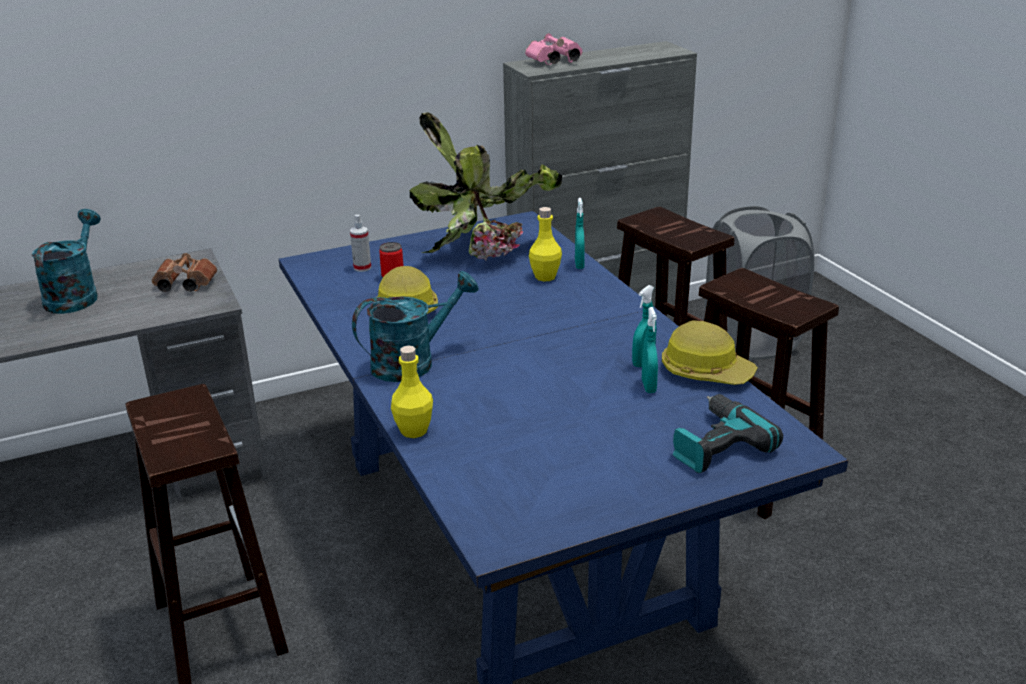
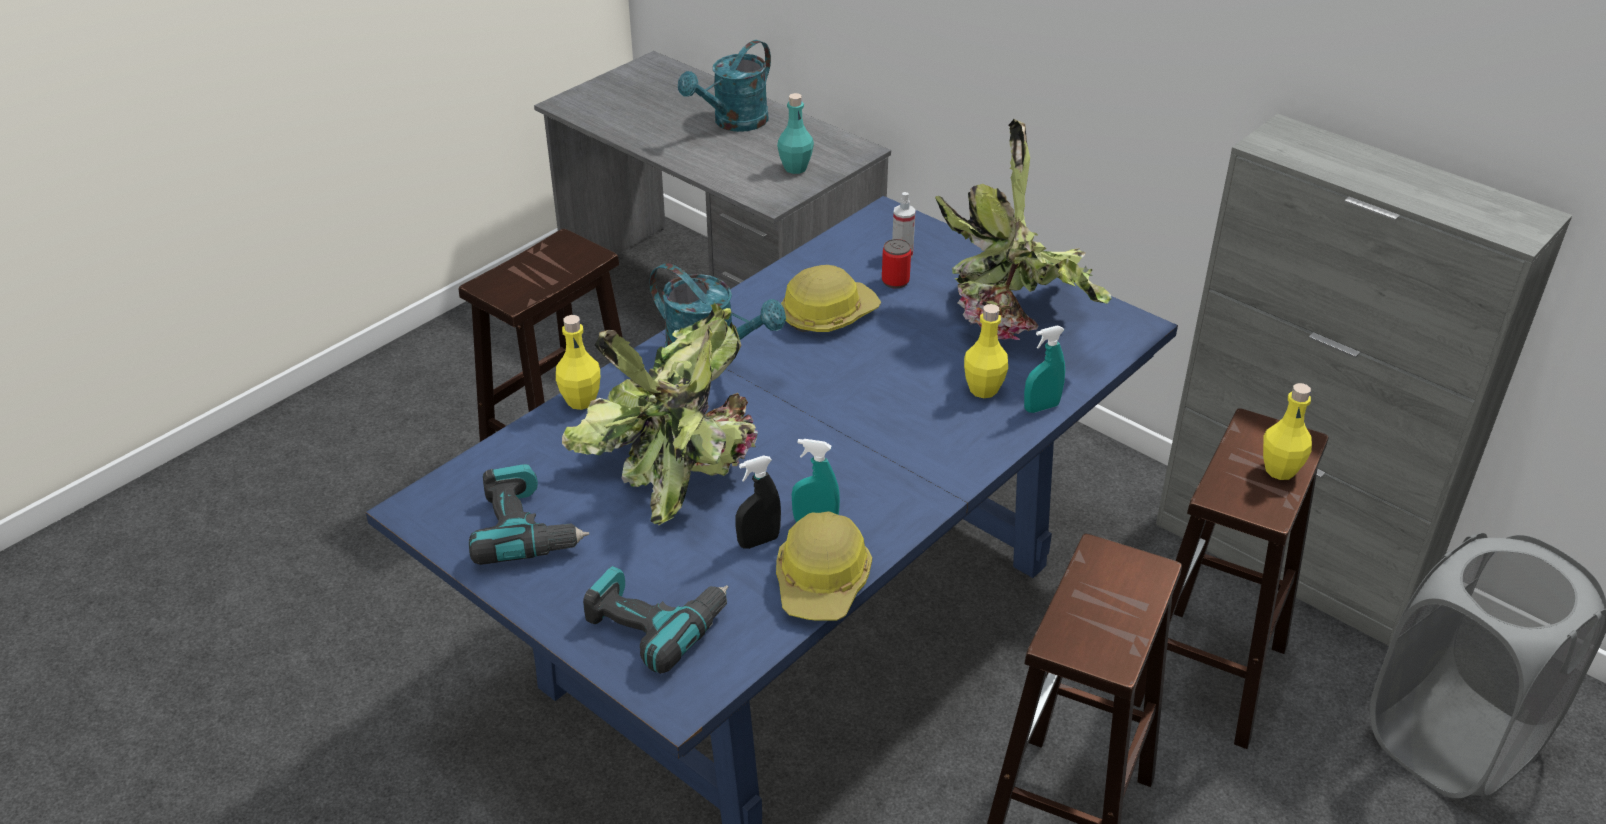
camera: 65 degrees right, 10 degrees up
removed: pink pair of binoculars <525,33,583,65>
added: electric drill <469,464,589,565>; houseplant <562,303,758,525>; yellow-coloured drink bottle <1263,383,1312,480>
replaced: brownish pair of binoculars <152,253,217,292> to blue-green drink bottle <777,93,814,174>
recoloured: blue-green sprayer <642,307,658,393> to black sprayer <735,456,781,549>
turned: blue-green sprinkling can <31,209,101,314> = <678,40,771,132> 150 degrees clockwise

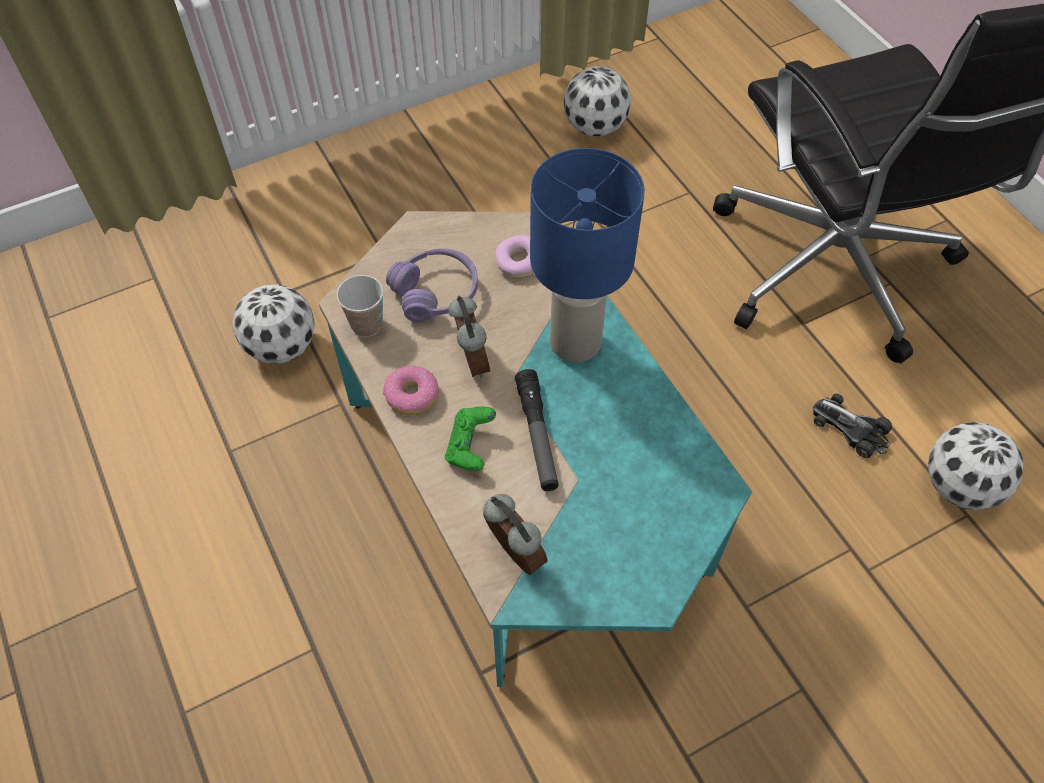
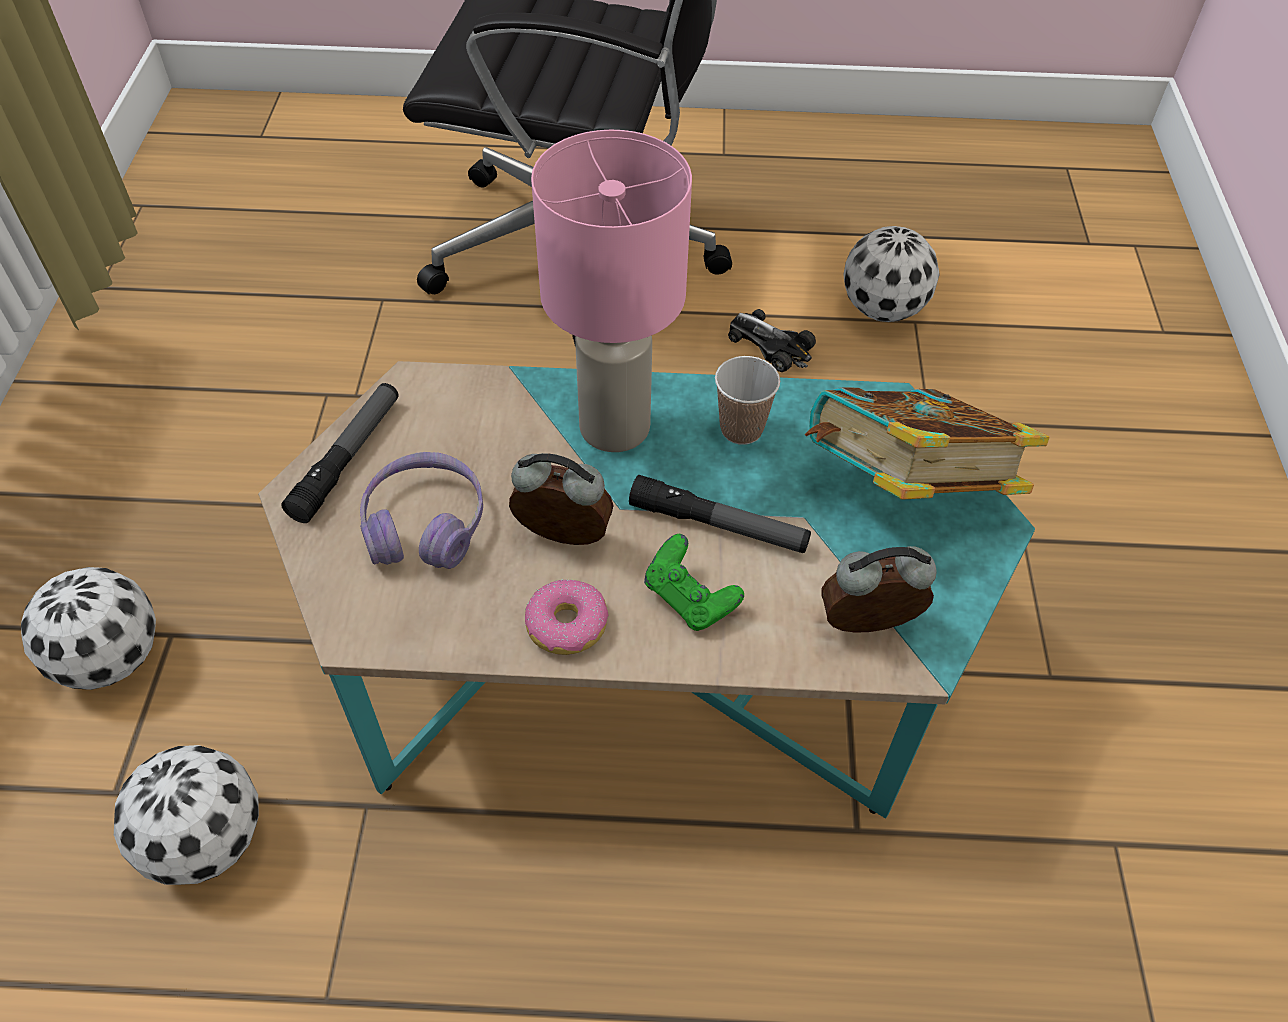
camera: 60 degrees left, 5 degrees down
removed: donut <495,235,534,278>
added: flashlight <281,383,398,523>; book <805,387,1050,500>
moved: small cup <337,275,383,337> to <715,356,780,444>; ball for football <564,66,631,137> to <21,567,156,690>
recoloured: blue-coloured tabletop lamp <530,148,645,363> to pink tabletop lamp <531,130,692,452>
turned: model car <813,394,892,458> = <728,309,816,372> 60 degrees clockwise

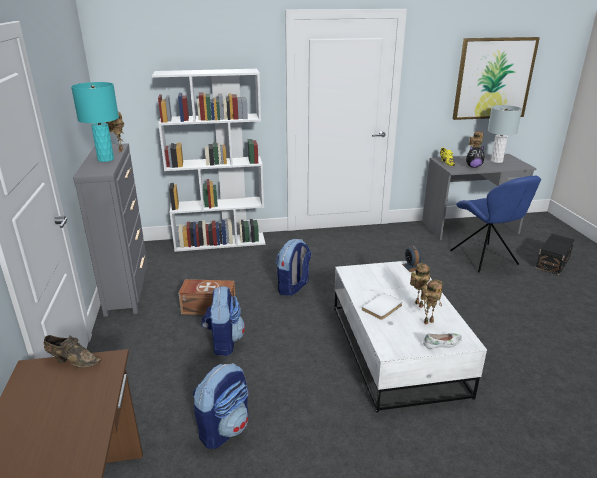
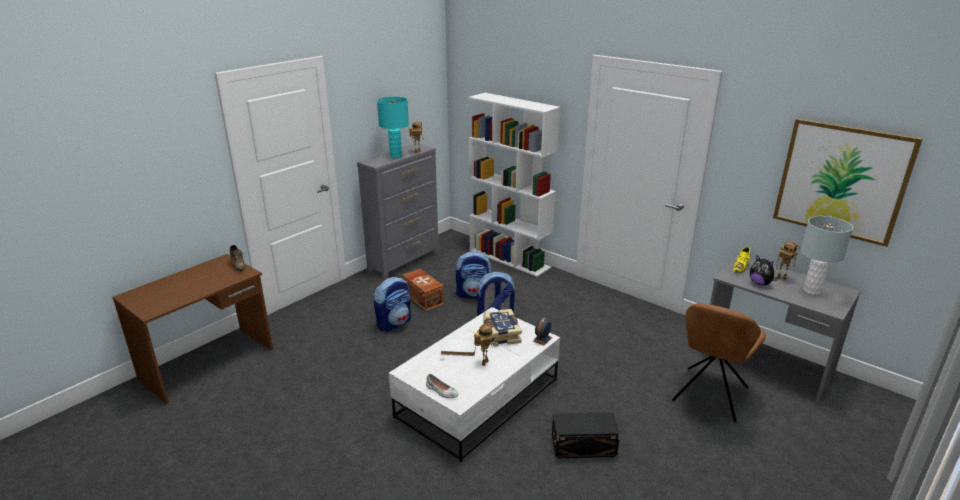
camera: 50 degrees right, 0 degrees up
removed: robot figure <421,279,443,325>
added: book <483,309,522,346>
moved: backpack <193,363,249,449> to <456,251,492,298>; black storage bin <536,234,575,275> to <552,412,620,458>
recoloured: blue-coloured plain chair <450,176,541,272> to brownish plain chair <672,303,766,422>

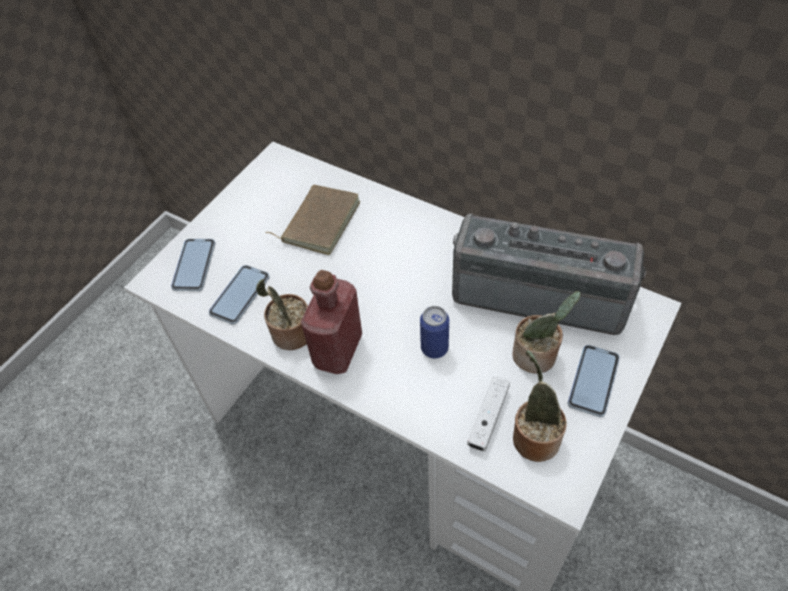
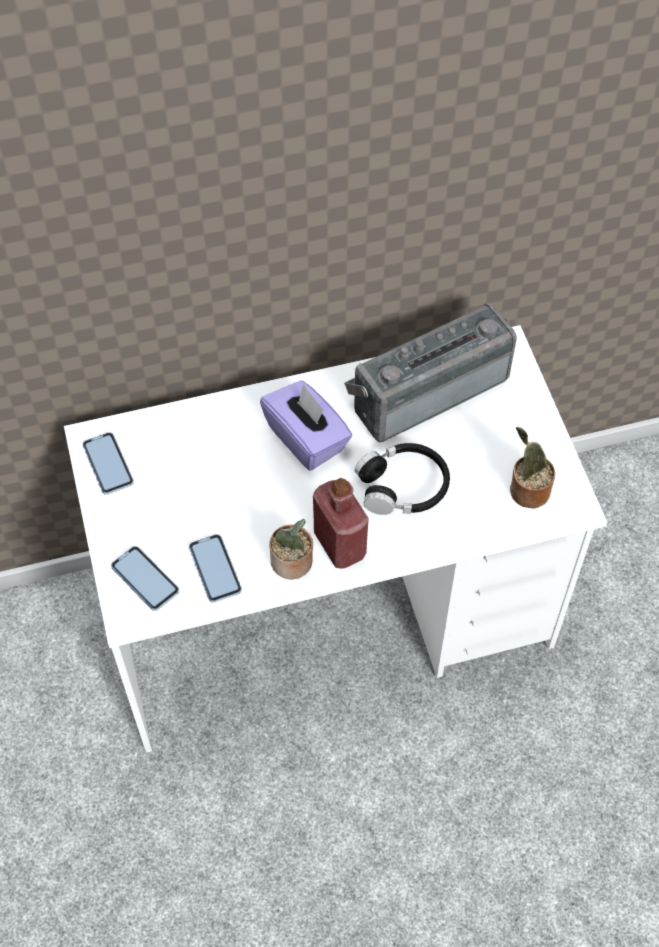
camera: 50 degrees left, 5 degrees up
removed: brownish book <266,185,360,255>; white-coloured gamepad <467,377,510,451>; houseplant <512,291,581,374>
added: purplish tissue holder <260,380,352,471>
moved: handset <568,345,620,417> to <82,432,134,495>
replaced: metal can <420,306,449,358> to black pair of headphones <355,443,450,515>

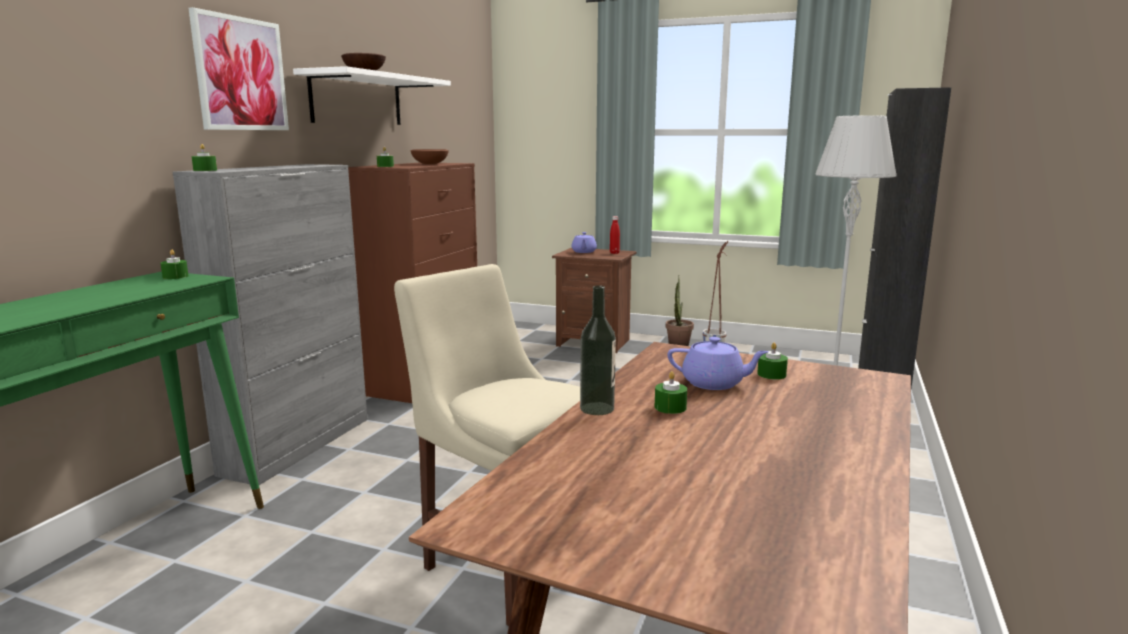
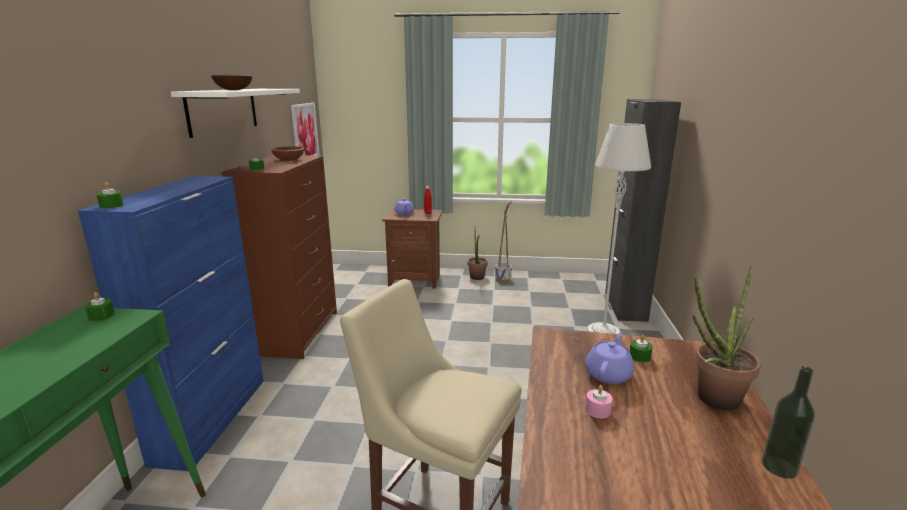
camera: 15 degrees left, 5 degrees up
added: houseplant <693,262,761,411>
moved: picture <188,7,289,130> to <291,103,319,156>; drink bottle <580,285,616,415> to <762,366,815,479>
recoloured: gray storage cabinet <173,164,368,485> to blue-coloured storage cabinet <78,176,264,471>; green-coloured wax candle <655,371,687,414> to pink wax candle <585,385,613,418>
turned: purplish tea pot <668,337,769,390> = <585,333,634,384> 60 degrees counterclockwise

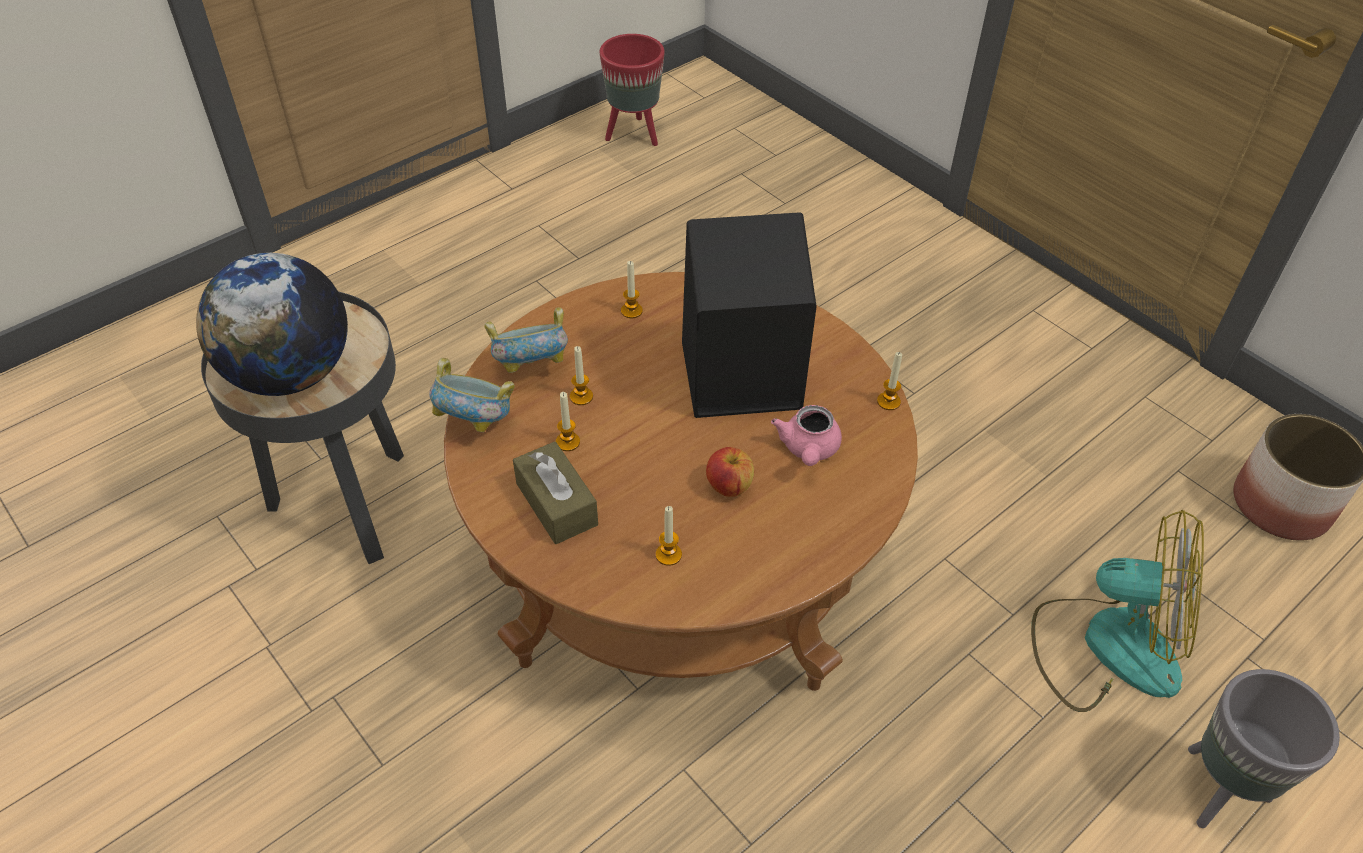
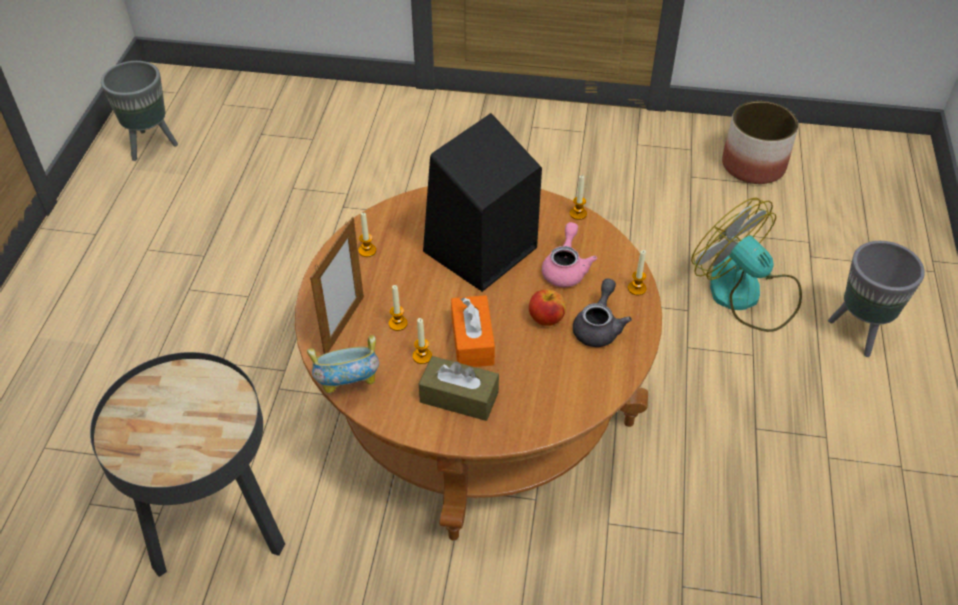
camera: 40 degrees left, 0 degrees up
removed: world globe <196,253,348,396>
added: orangey tissue holder <451,295,495,367>; gray tea pot <573,278,632,347>
moved: wax candle <656,506,682,566> to <628,250,646,296>
replaced: deep dish <484,307,568,373> to picture frame <310,217,364,354>
recoloured: reddish flower pot <600,34,665,146> to gray flower pot <101,61,178,161>
turned: pink tea pot <771,405,842,466> = <542,222,597,287> 135 degrees counterclockwise; cooling fan <1031,510,1204,712> = <691,197,802,332> 105 degrees counterclockwise

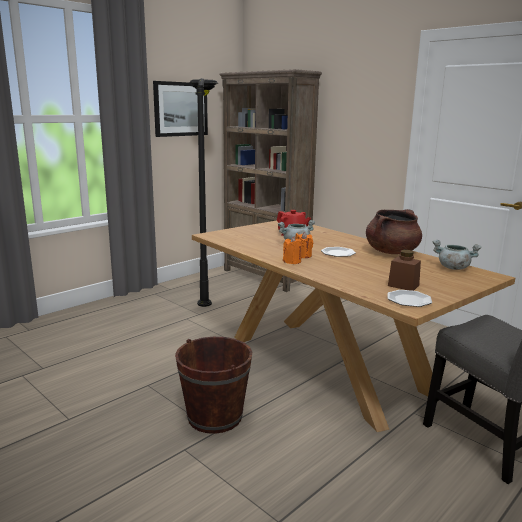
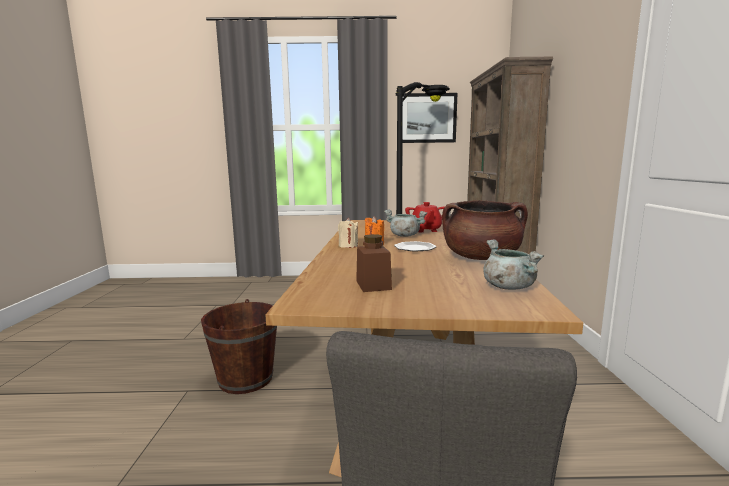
camera: 45 degrees right, 5 degrees down
removed: plate <387,290,432,307>
recoloured: orangey wax candle <283,236,303,264> to sand-coloured wax candle <338,218,358,248>

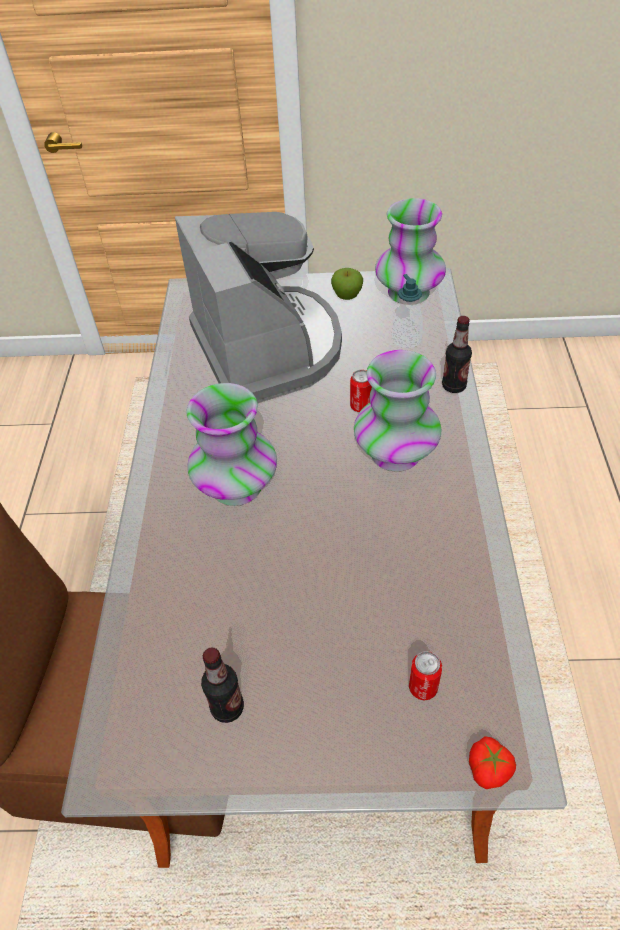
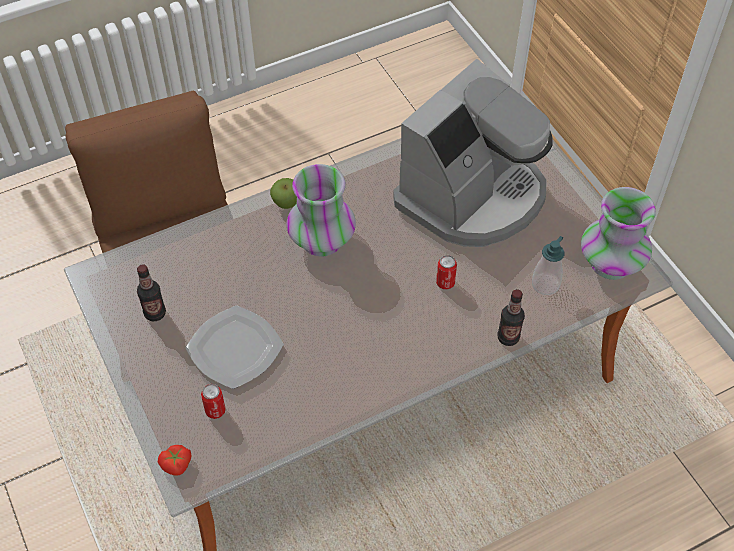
camera: 60 degrees right, 5 degrees up
removed: vase <354,350,442,471>
added: plate <185,305,284,389>
moved: apple fruit <331,268,363,300> to <270,178,297,209>

